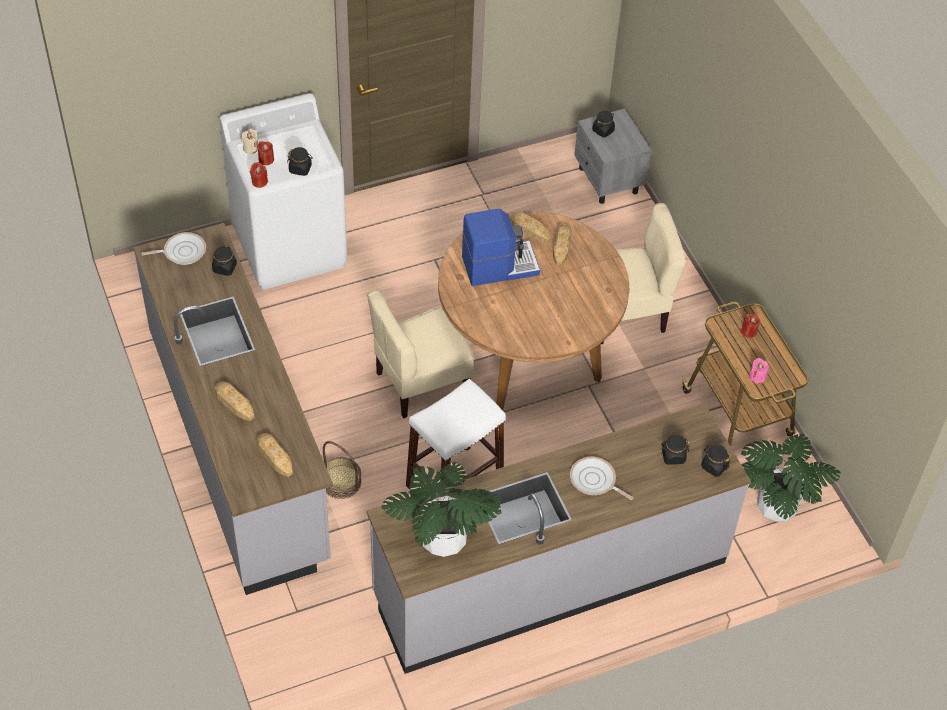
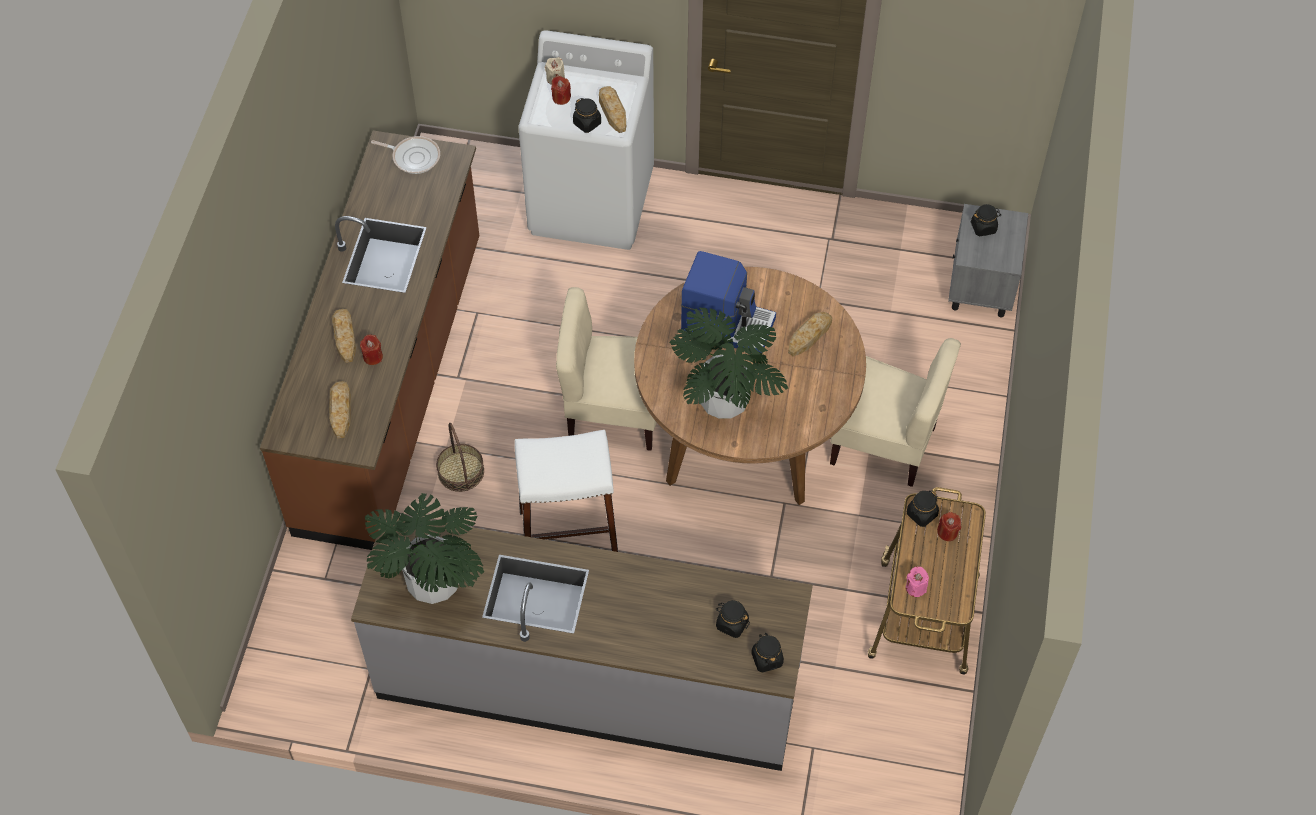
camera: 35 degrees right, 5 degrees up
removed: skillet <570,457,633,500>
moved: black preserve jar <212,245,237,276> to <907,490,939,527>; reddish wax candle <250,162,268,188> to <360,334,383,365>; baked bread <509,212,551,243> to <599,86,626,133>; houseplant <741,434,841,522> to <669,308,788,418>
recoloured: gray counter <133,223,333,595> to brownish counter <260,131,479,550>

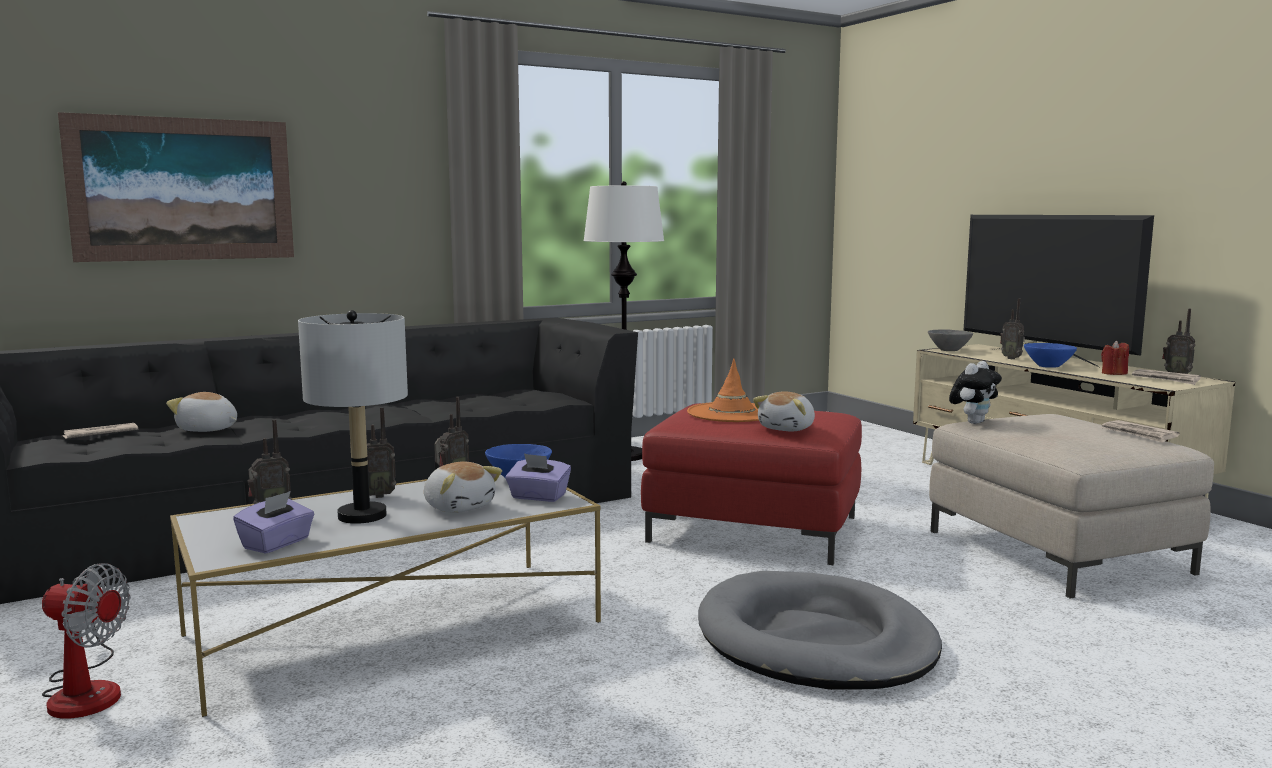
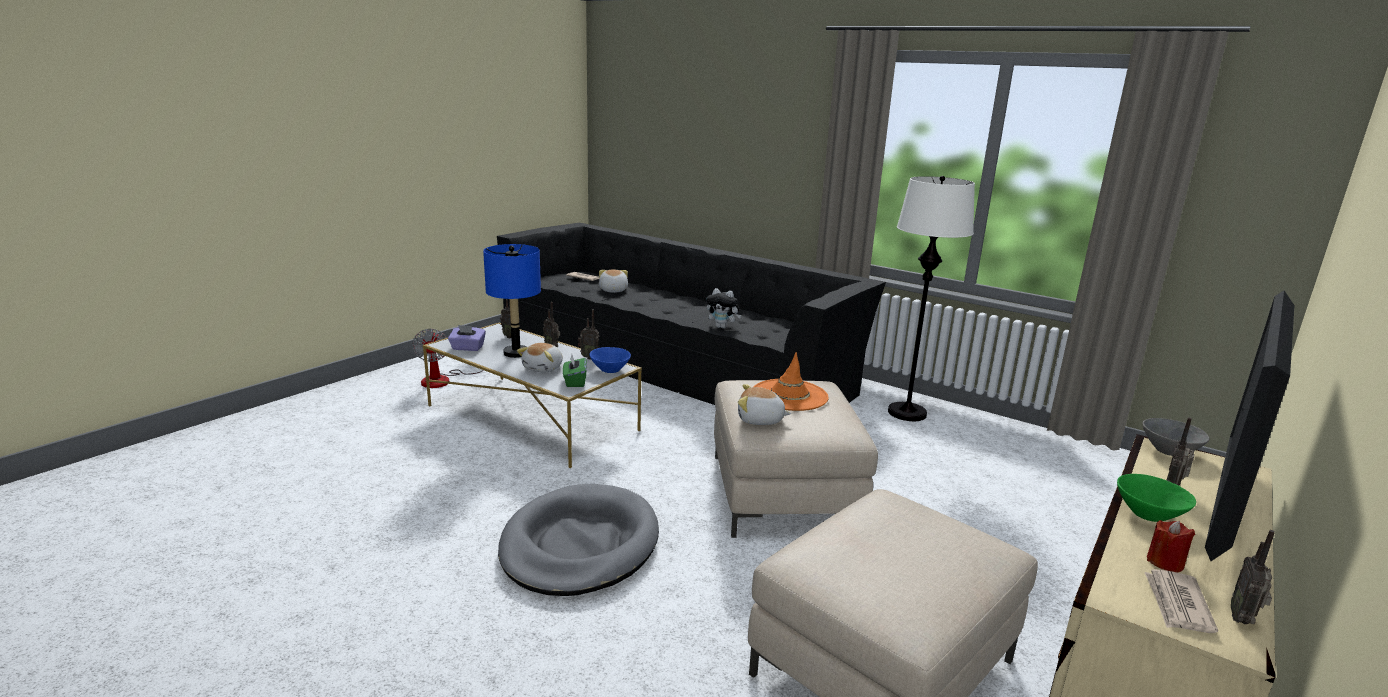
camera: 65 degrees right, 10 degrees up
removed: picture <58,112,294,262>; daily paper <1101,420,1180,443>
moved: cuddly toy <949,361,1002,424> to <706,288,741,329>
recoloured: gray tabletop lamp <298,310,408,524> to blue-coloured tabletop lamp <483,244,541,358>; purplish tissue holder <505,453,571,502> to green-coloured tissue holder <563,354,587,387>; reddish footrest <641,403,862,565> to sand-coloured footrest <714,380,878,538>; blue-coloured deep dish <1024,343,1077,368> to green-coloured deep dish <1117,474,1196,522>

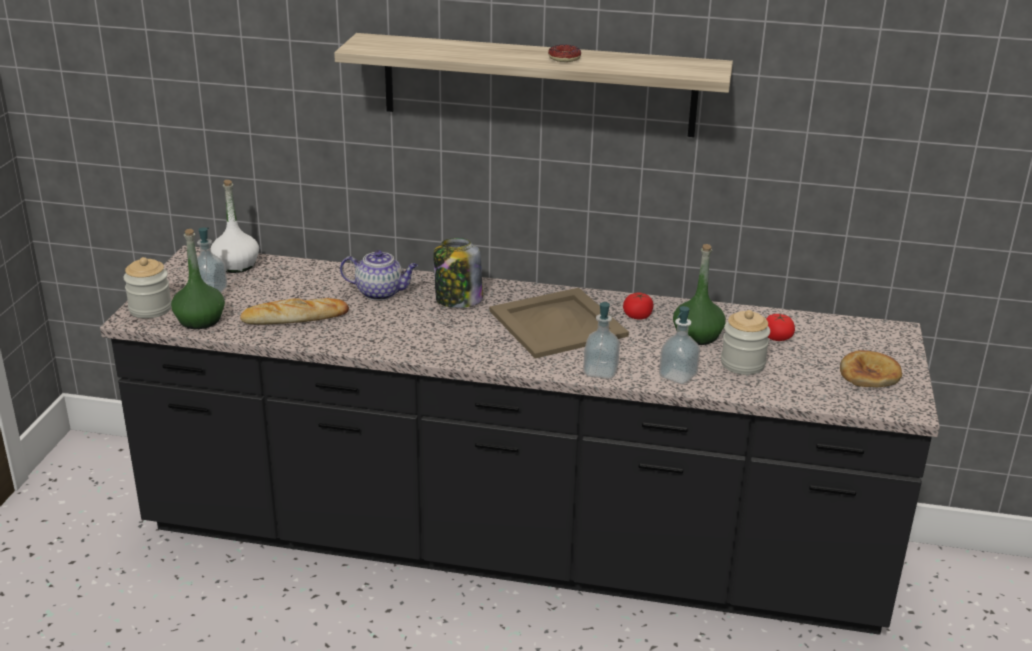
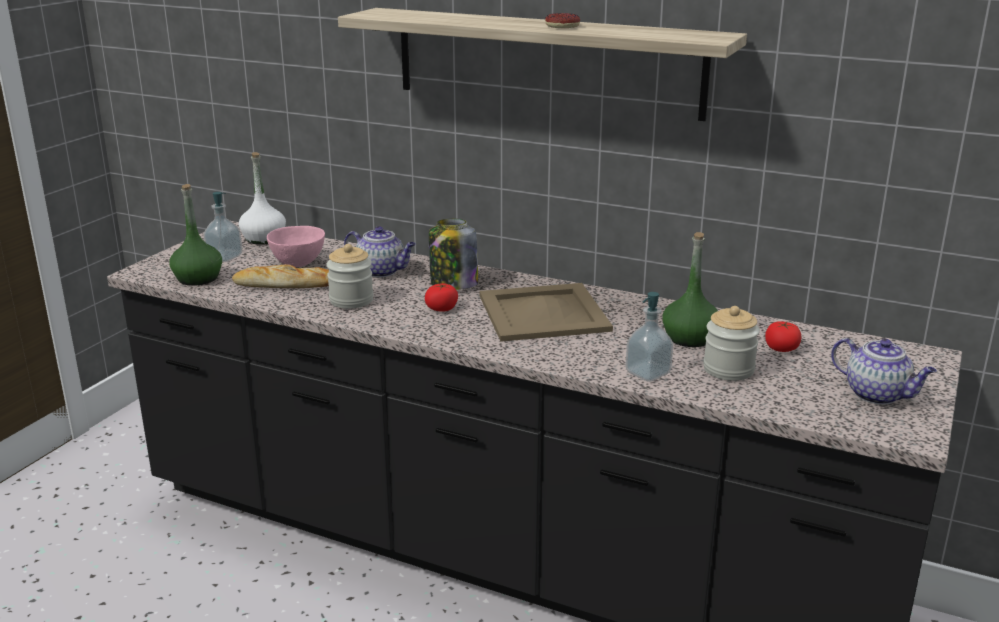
camera: 15 degrees right, 5 degrees down
removed: liquid soap bottle <583,302,620,379>
added: pink deep dish <267,226,325,267>
moved: preserve jar <123,257,172,318> to <326,244,374,309>; whole tomato <623,292,654,320> to <425,283,458,312>
replaced: baked bread <840,350,902,387> to tea pot <831,338,937,405>

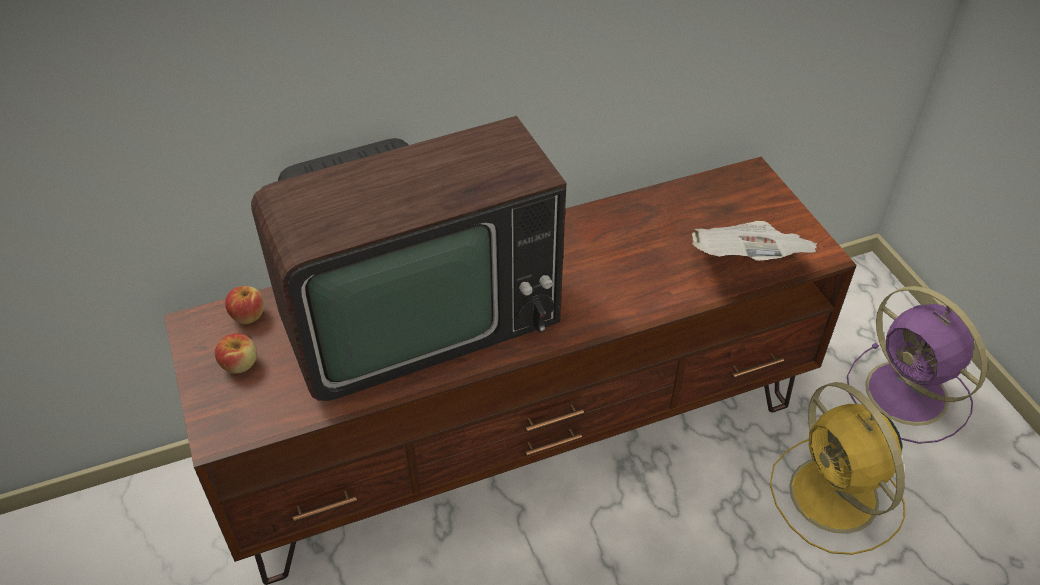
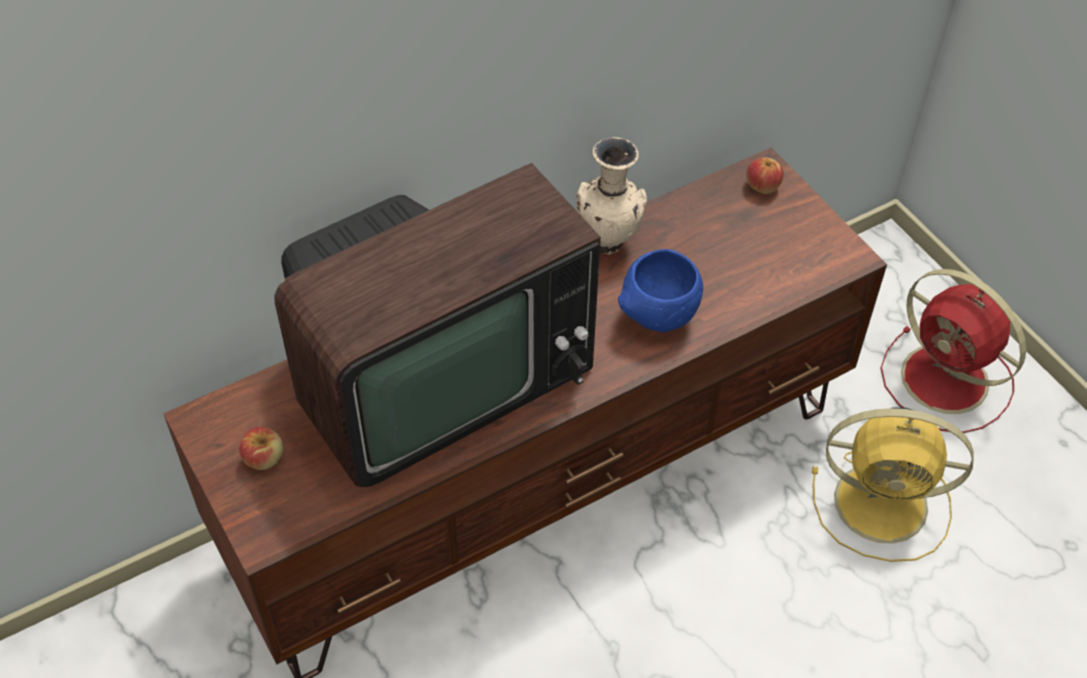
camera: 10 degrees left, 5 degrees up
removed: daily paper <692,221,817,261>
added: sand-coloured vase <576,137,647,255>; blue-coloured deep dish <618,249,703,332>
moved: apple fruit <225,286,264,324> to <746,158,784,194>
recoloured: purplish cooling fan <847,286,987,444> to reddish cooling fan <880,269,1026,433>
turned: yellow-coloured cooling fan <770,382,905,555> = <812,407,974,562> 45 degrees counterclockwise

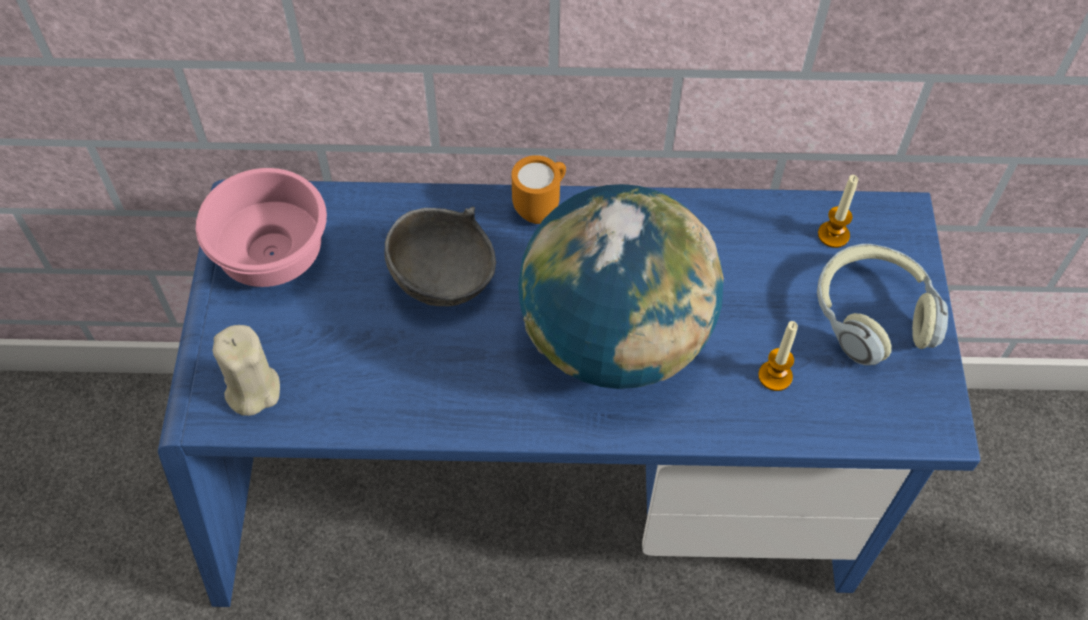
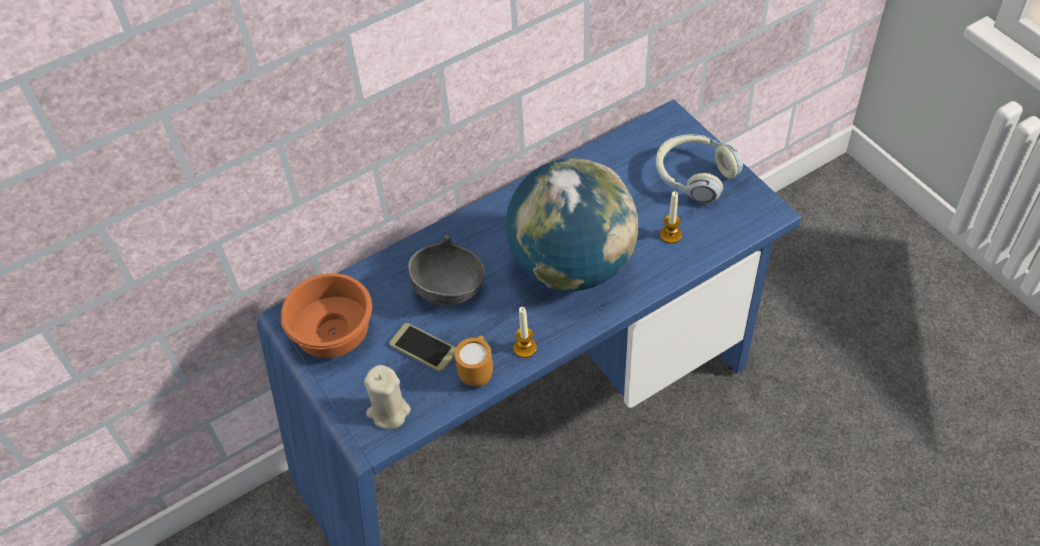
camera: 30 degrees left, 5 degrees down
added: handset <389,323,456,372>
moved: orangey coffee mug <512,155,566,224> to <455,336,493,387>; wax candle <818,175,858,248> to <514,307,537,358>
recoloured: pink deep dish <196,168,327,287> to orangey deep dish <281,273,372,358>

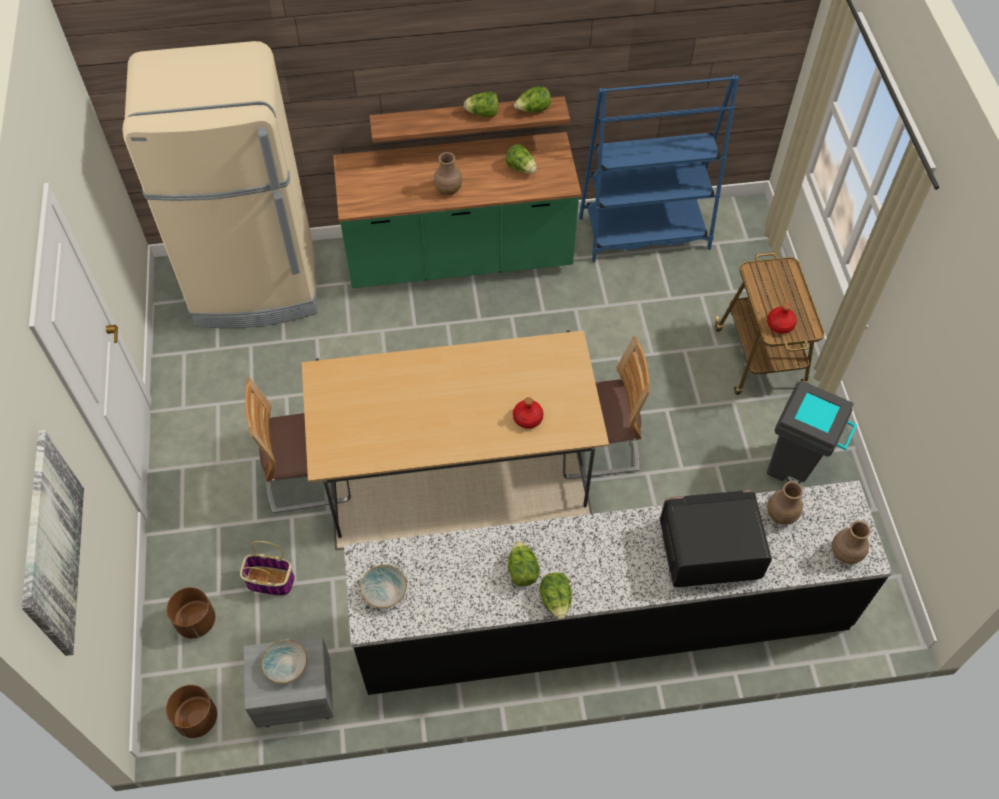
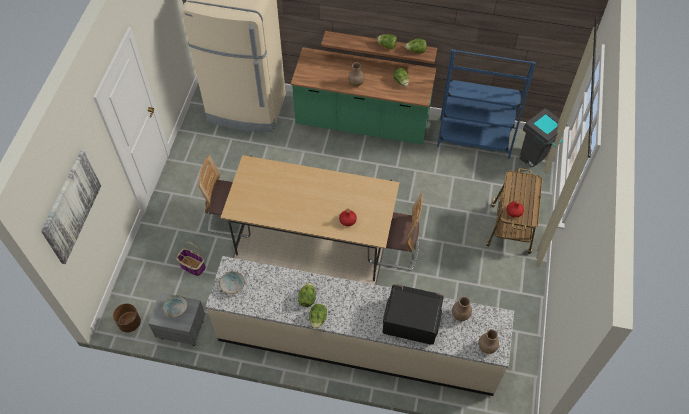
camera: 20 degrees right, 0 degrees up
removed: brownish flower pot <166,587,215,638>
moved: gray rubbish bin <767,381,857,484> to <519,108,568,167>
recoloured: black counter <344,481,892,695> to sand-coloured counter <205,256,514,396>

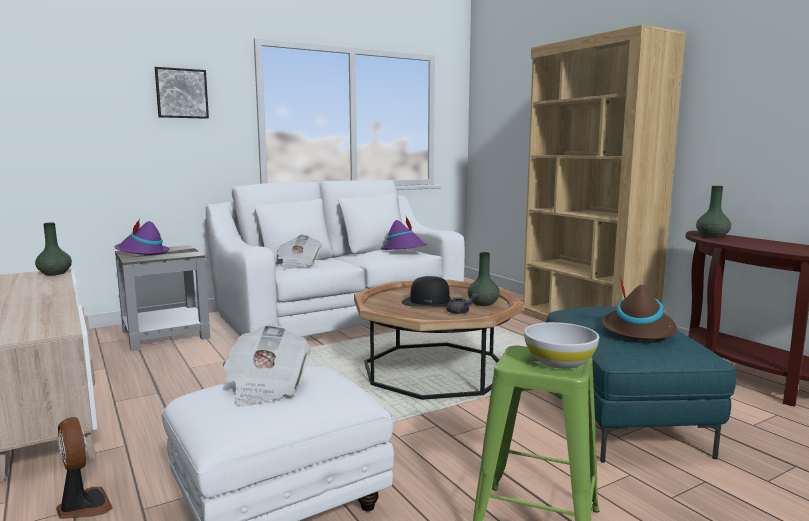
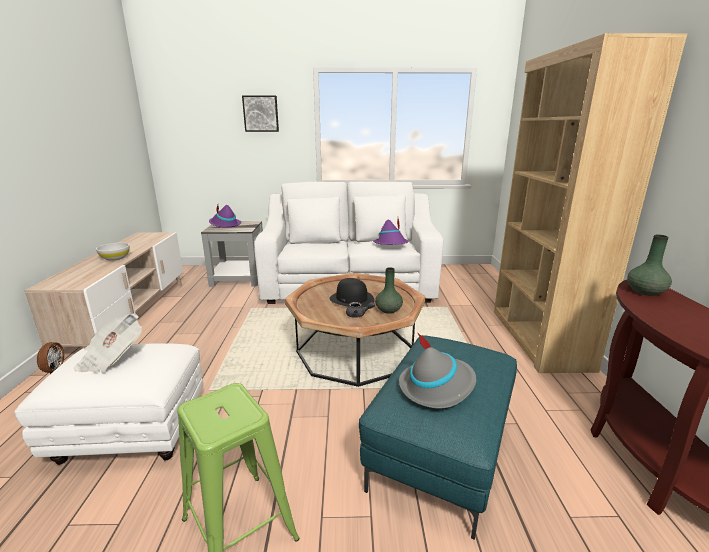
camera: 30 degrees right, 10 degrees up
removed: green-coloured vase <35,223,72,275>; daily paper <276,235,322,269>
moved: white-coloured deep dish <524,322,599,369> to <96,243,130,261>
recoloured: brownish wearable hat <602,276,677,340> to gray wearable hat <399,332,476,409>

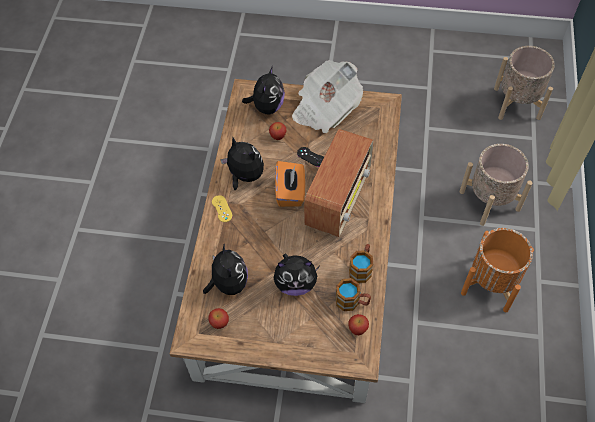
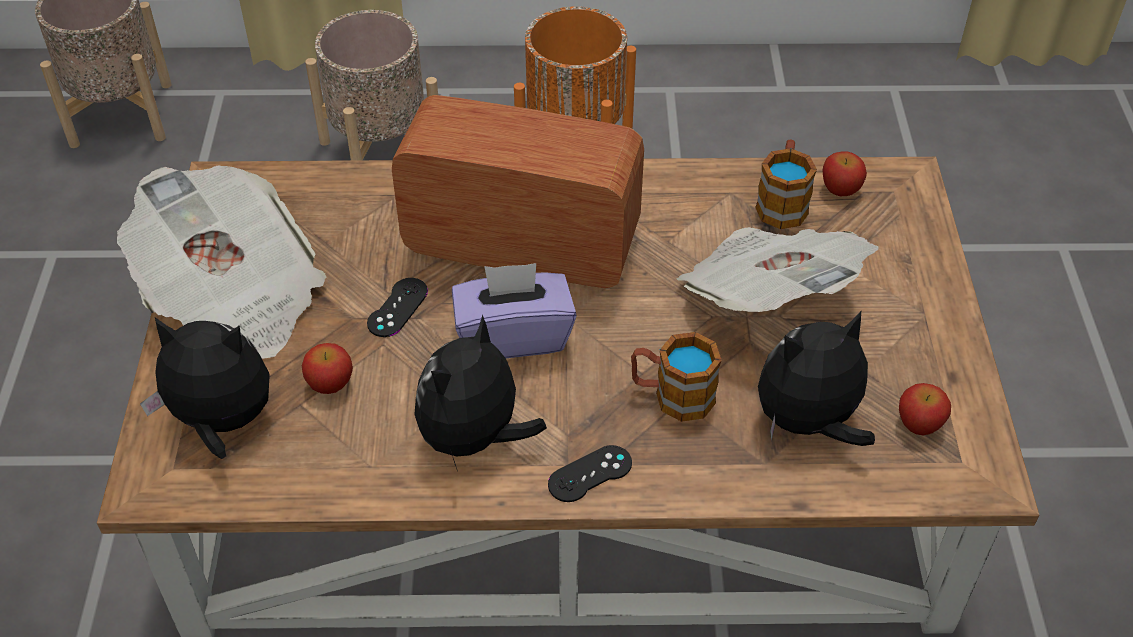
camera: 100 degrees left, 10 degrees down
moved: coffee mug <349,244,373,283> to <631,332,722,422>
replaced: cuddly toy <273,253,320,296> to daily paper <676,227,879,312>
recoloured: yellow-coloured gamepad <212,195,233,222> to black gamepad <548,445,632,502>; orangey tissue holder <275,161,305,207> to purplish tissue holder <452,263,576,358>

